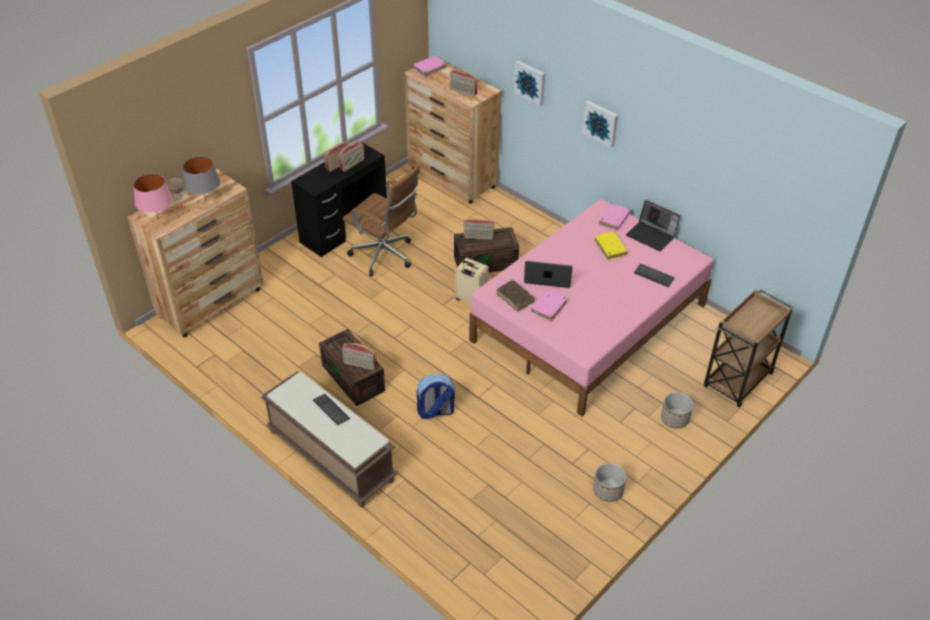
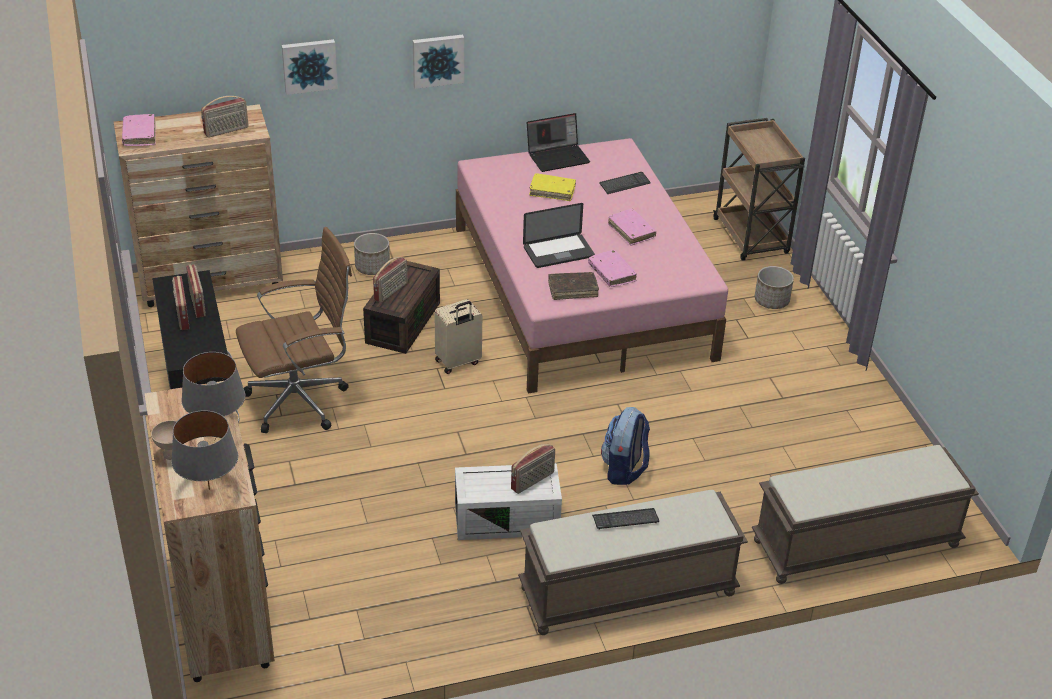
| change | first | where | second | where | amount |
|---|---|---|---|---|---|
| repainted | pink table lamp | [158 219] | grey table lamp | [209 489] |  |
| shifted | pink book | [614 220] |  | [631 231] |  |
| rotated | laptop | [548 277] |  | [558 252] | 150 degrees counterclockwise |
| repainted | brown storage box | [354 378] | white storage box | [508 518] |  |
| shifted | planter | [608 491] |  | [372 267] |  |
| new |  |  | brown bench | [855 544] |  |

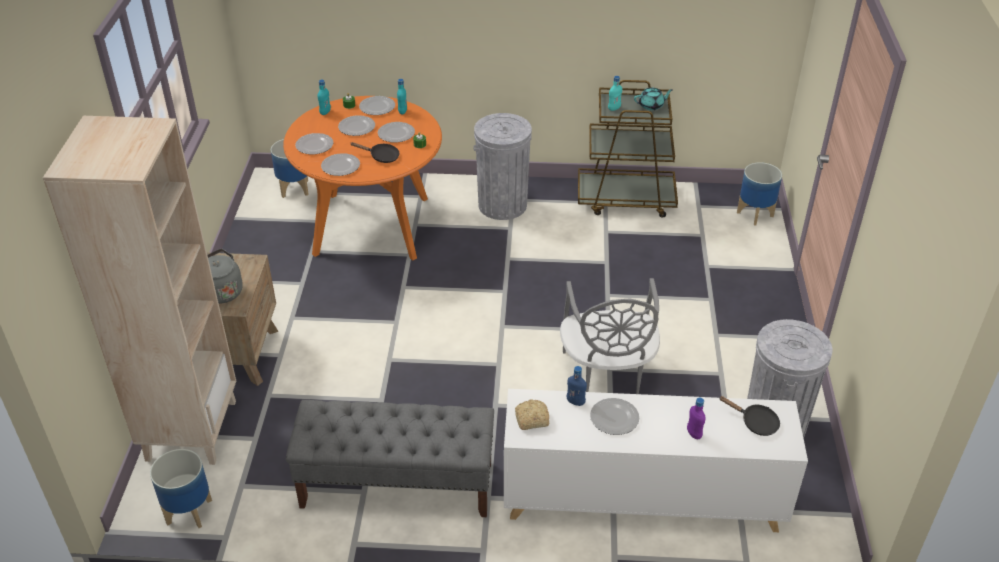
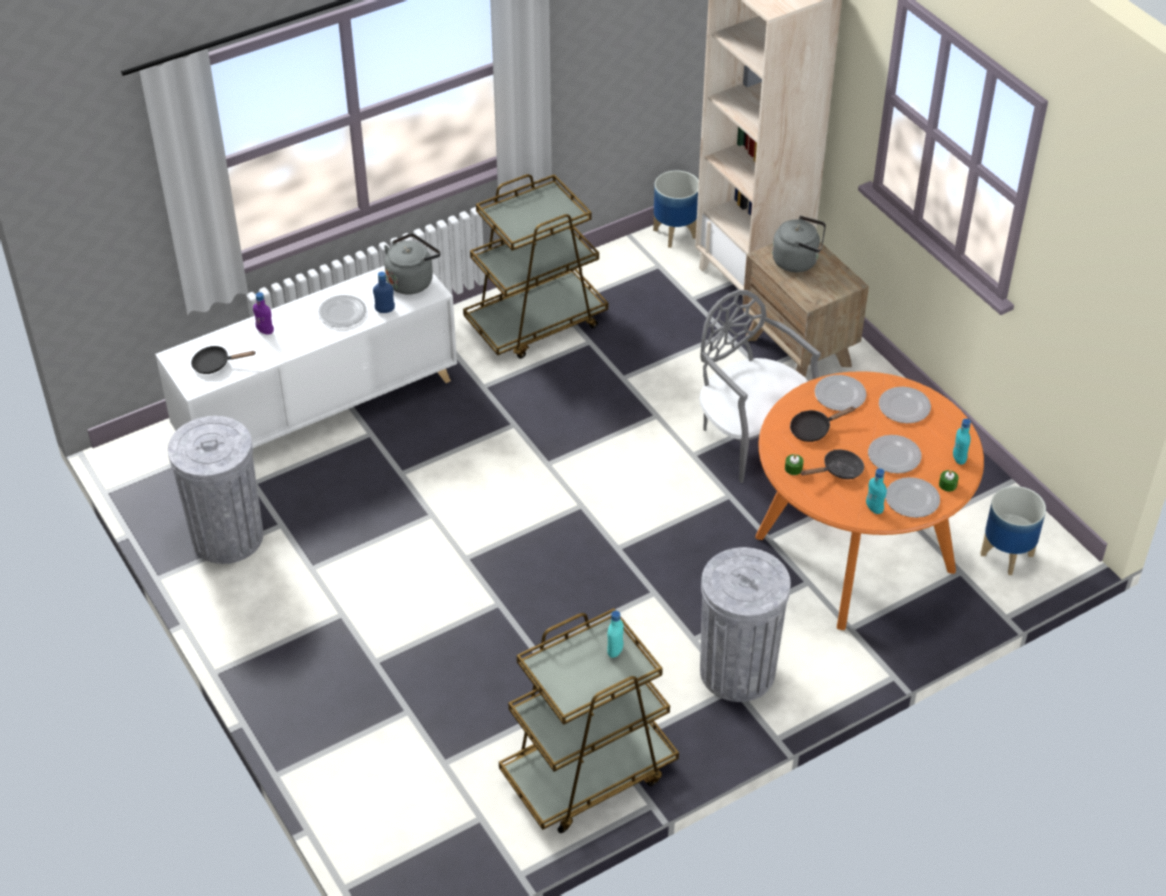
| change | first | where | second | where | amount |
|---|---|---|---|---|---|
| gone | turquoise teapot | [651 105] |  |  |  |
| swapped | plate | [396 133] | black frying pan | [838 471] |  |
| gone | planter | [755 214] |  |  |  |
| shifted | grey chair | [607 374] |  | [750 437] |  |
| swapped | bread | [530 419] | grey kettle | [412 281] |  |
| swapped | grey bench | [396 485] | brown cart | [536 323] |  |

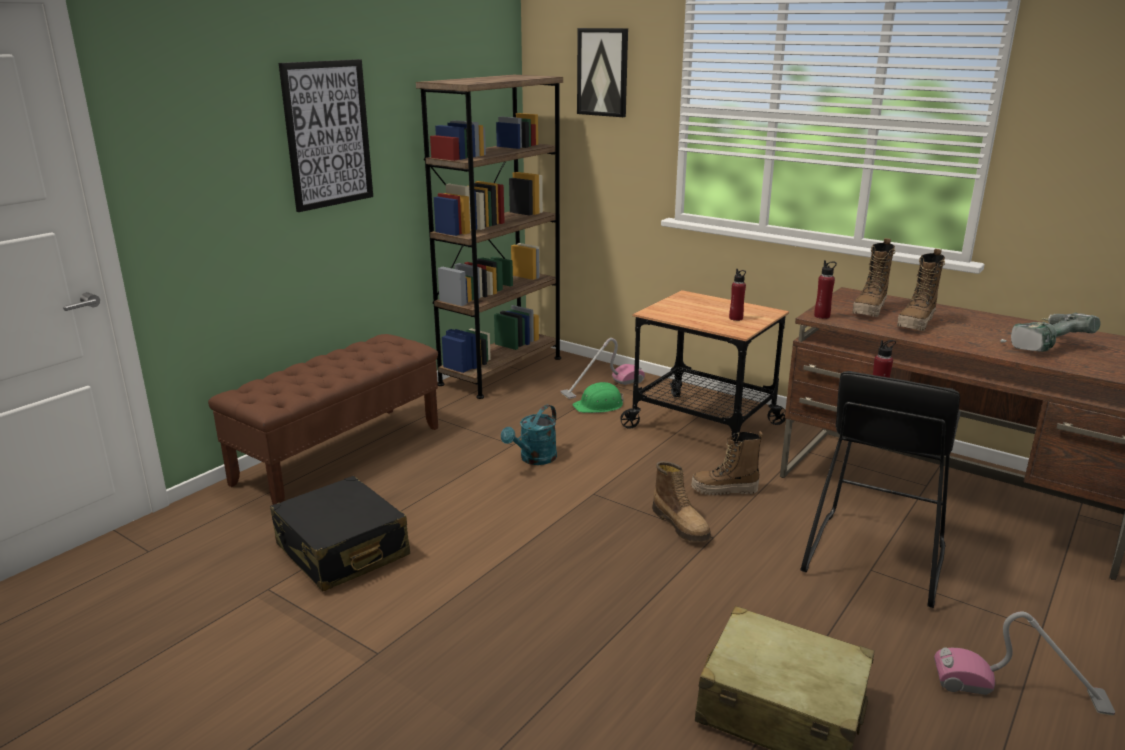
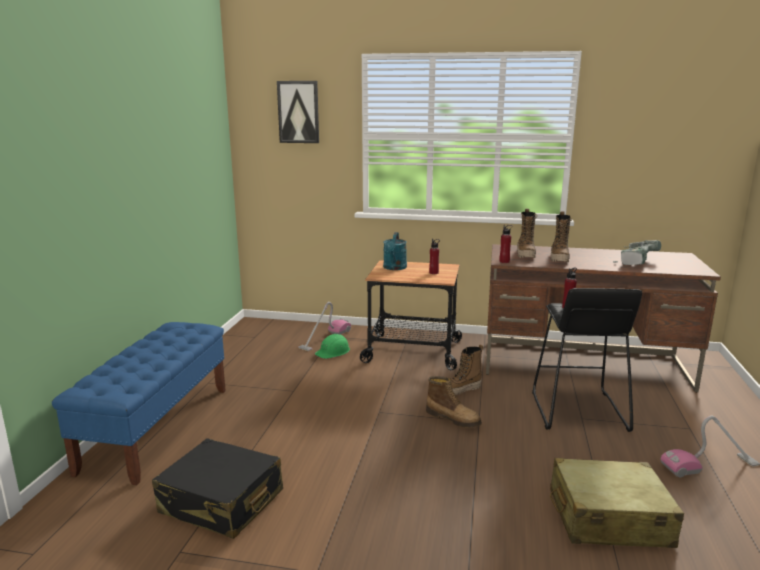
| change | first | where | second | where | amount |
|---|---|---|---|---|---|
| gone | picture | [328 134] |  |  |  |
| gone | brown bookcase | [501 371] |  |  |  |
| repainted | brown bench | [340 454] | blue bench | [158 427] |  |
| shifted | turquoise watering can | [534 459] |  | [394 268] |  |

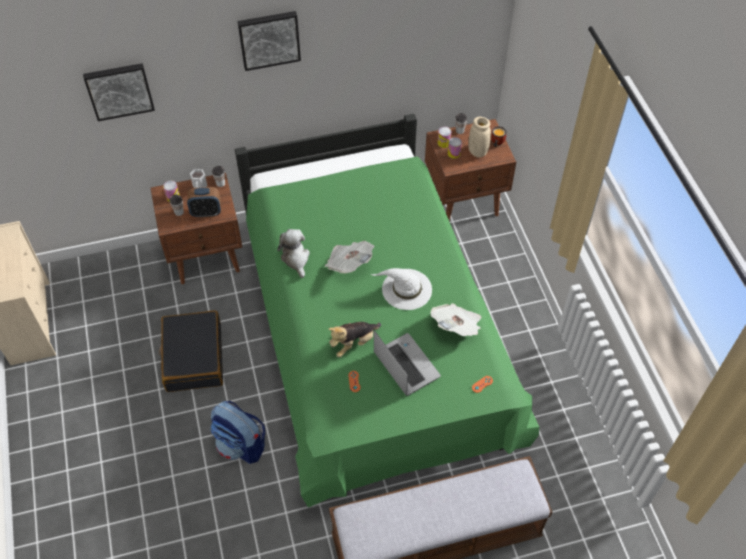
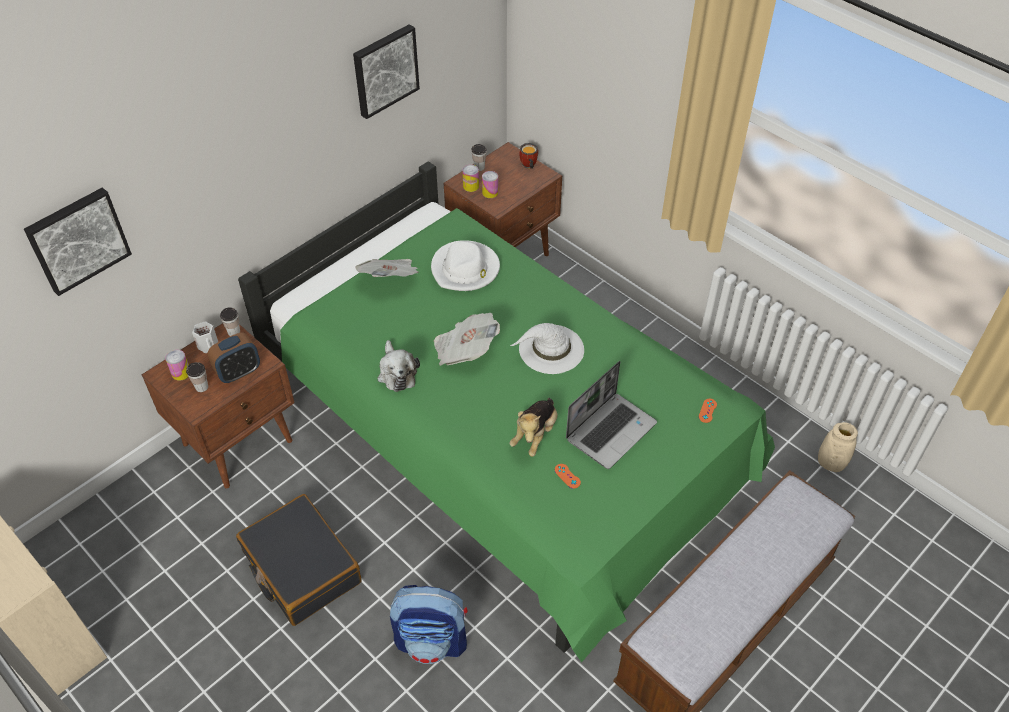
| change | first | where | second | where | amount |
|---|---|---|---|---|---|
| shifted | picture | [269 39] |  | [384 70] |  |
| shifted | beige vase | [477 151] |  | [831 463] |  |
| rotated | plush toy | [295 258] |  | [397 373] | 150 degrees counterclockwise |
| shifted | newspaper | [457 327] |  | [390 279] |  |
| rotated | laptop | [405 365] |  | [611 430] | 105 degrees clockwise |
| new |  |  | white hat | [465 269] |  |

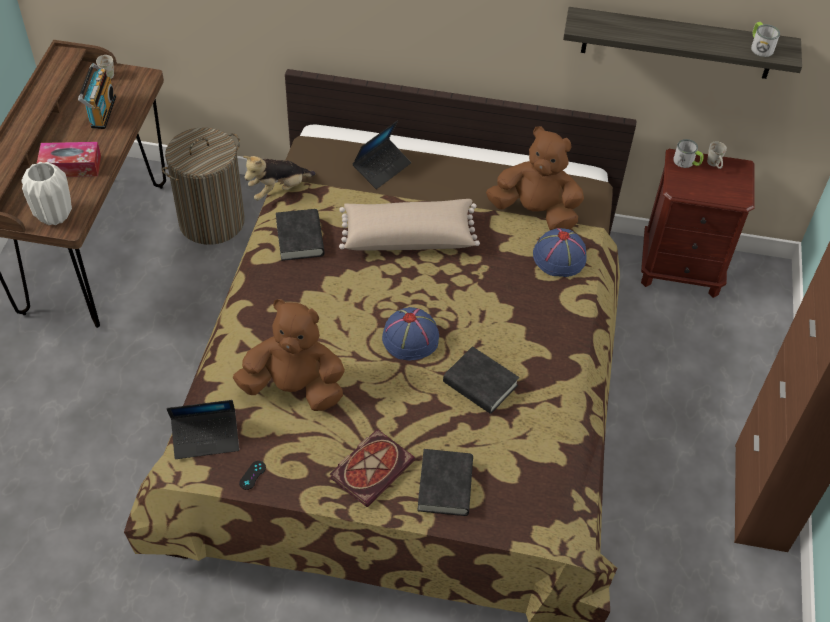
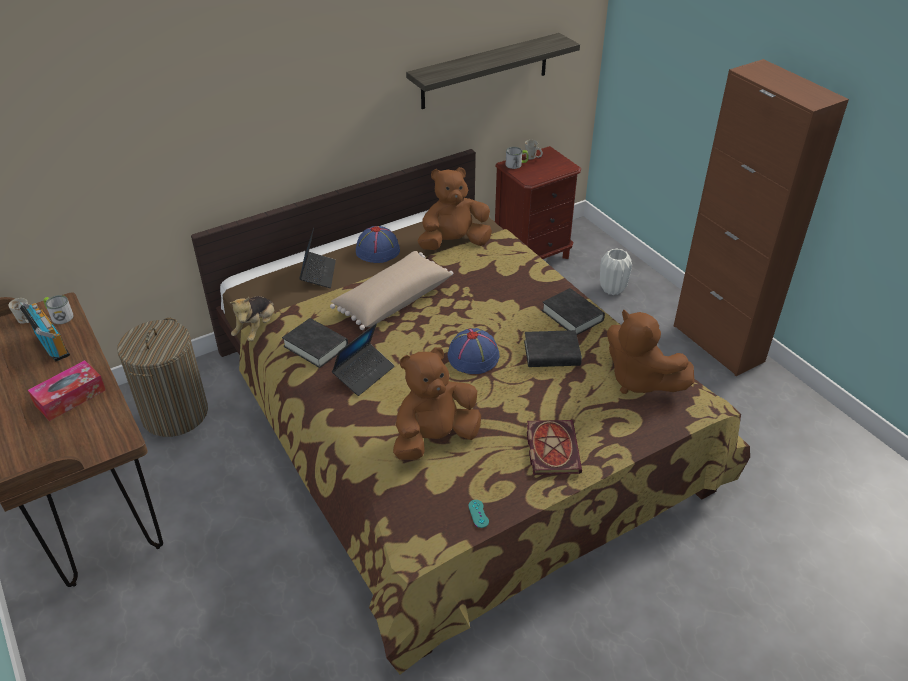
| change | first | where | second | where | amount |
|---|---|---|---|---|---|
| shifted | mug | [760 46] |  | [59 316] |  |
| shifted | white vase | [54 216] |  | [612 289] |  |
| shifted | blue hat | [559 257] |  | [378 250] |  |
| shifted | laptop | [206 438] |  | [364 373] |  |
| shifted | black book | [445 486] |  | [572 315] |  |
| repainted | black game controller | [252 475] | turquoise game controller | [478 514] |  |
| new |  |  | brown plush toy | [639 380] |  |

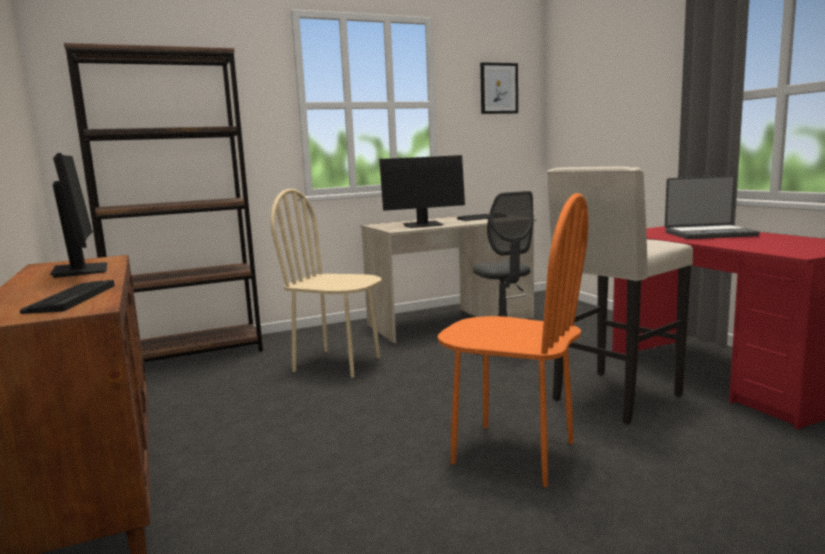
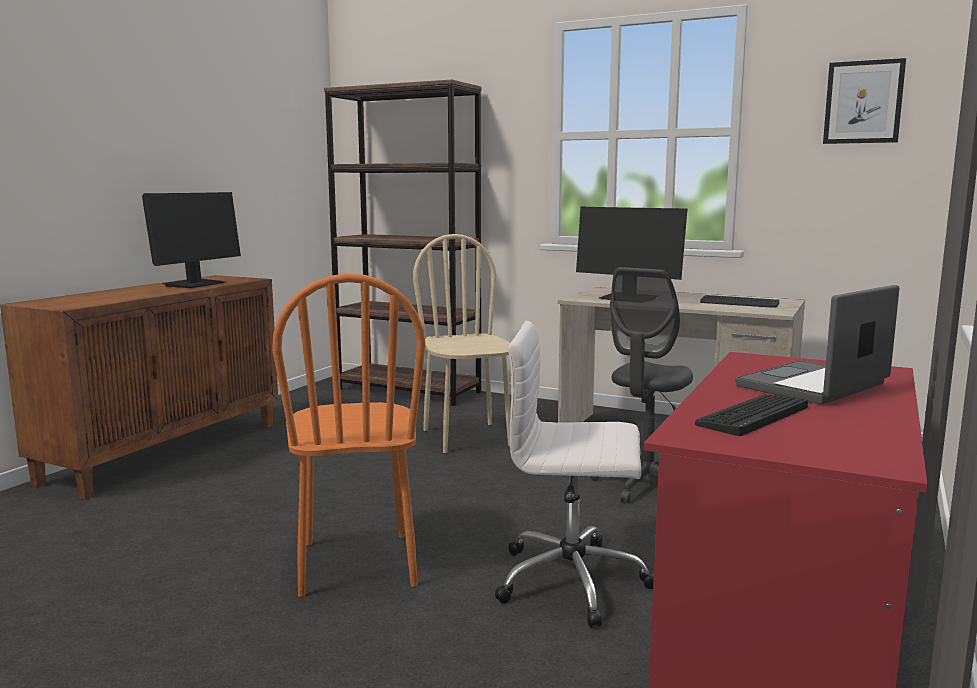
| change | first | where | second | where | amount |
|---|---|---|---|---|---|
| swapped | beige stool | [613 398] | white office chair | [574 581] |  |
| rotated | laptop | [709 234] |  | [814 386] | 90 degrees clockwise |
| shifted | keyboard | [70 298] |  | [752 415] |  |

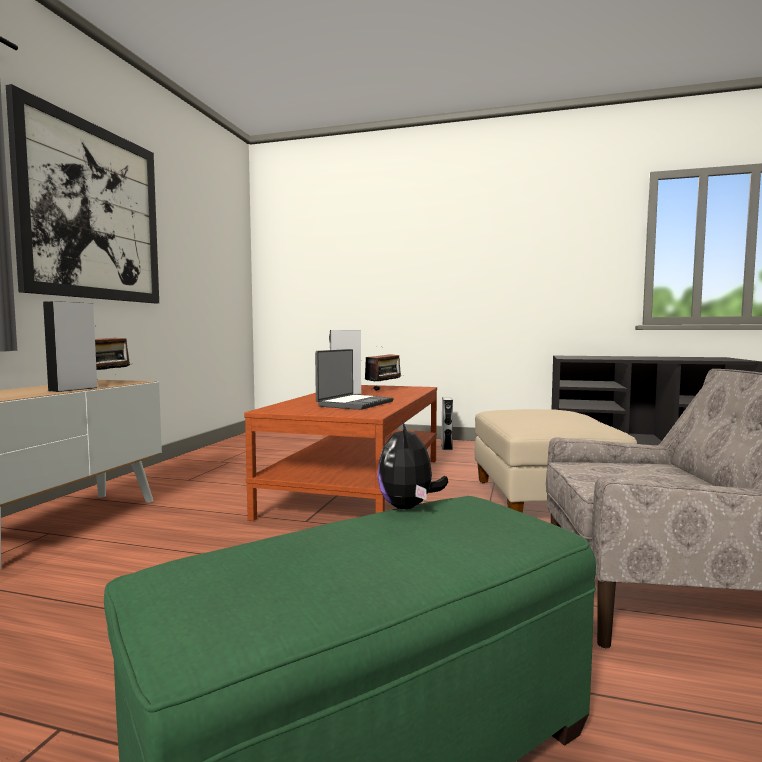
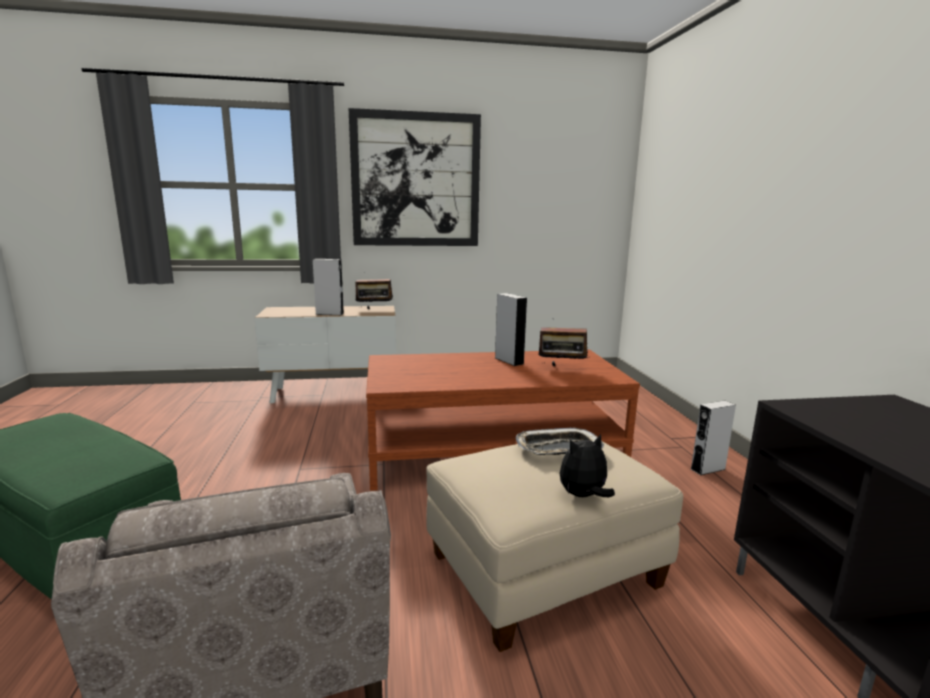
| change | first | where | second | where | amount |
|---|---|---|---|---|---|
| gone | laptop | [354 404] |  |  |  |
| shifted | plush toy | [408 507] |  | [583 496] |  |
| new |  |  | tray | [558 448] |  |

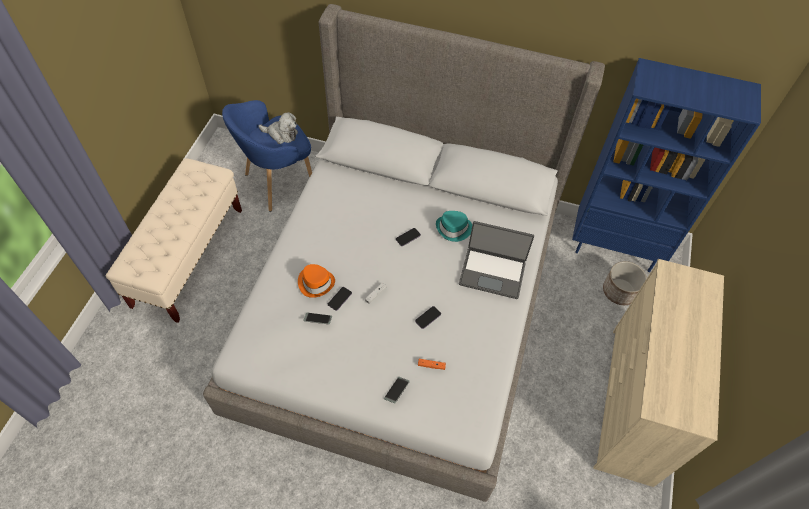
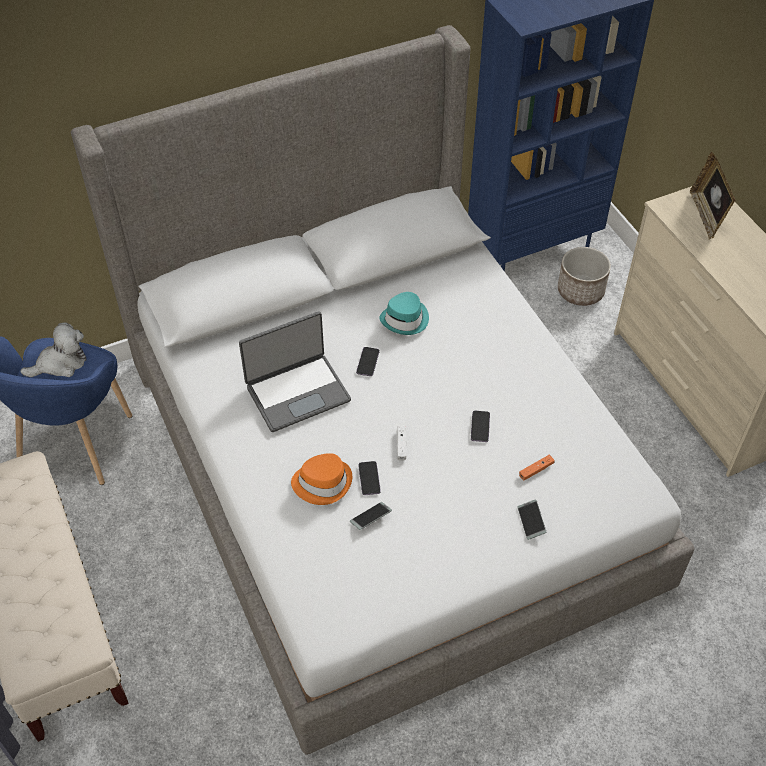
| change | first | where | second | where | amount |
|---|---|---|---|---|---|
| shifted | laptop | [492 272] |  | [297 392] |  |
| new |  |  | picture frame | [706 215] |  |

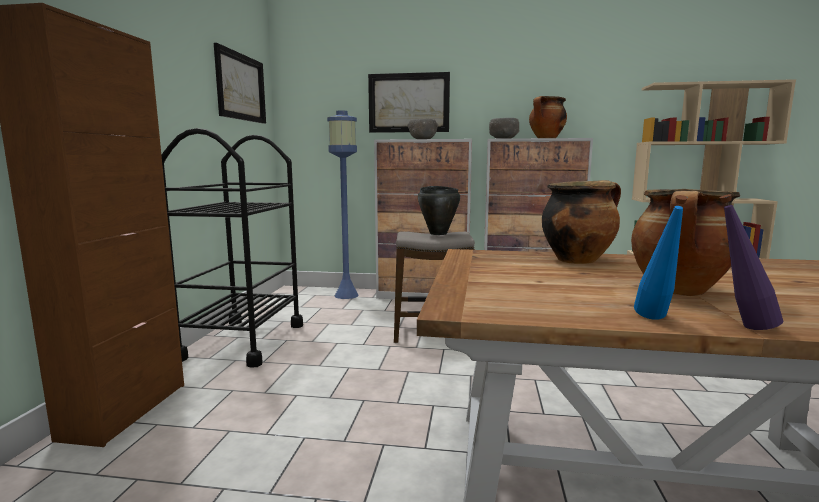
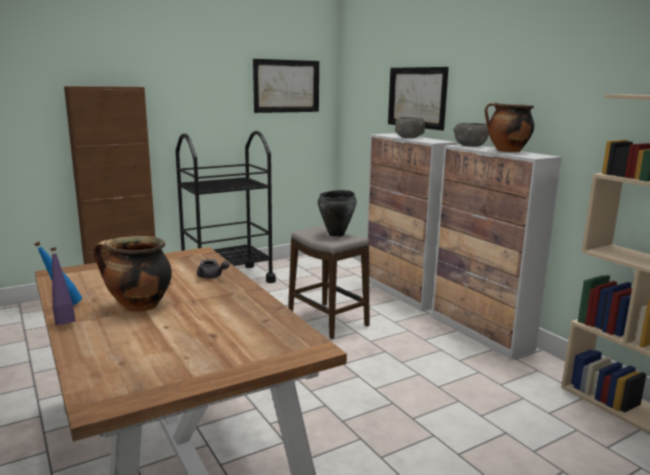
| change | first | where | second | where | amount |
|---|---|---|---|---|---|
| gone | blue floor lamp | [346 295] |  |  |  |
| swapped | cooking pot | [577 260] | grey teapot | [212 277] |  |

